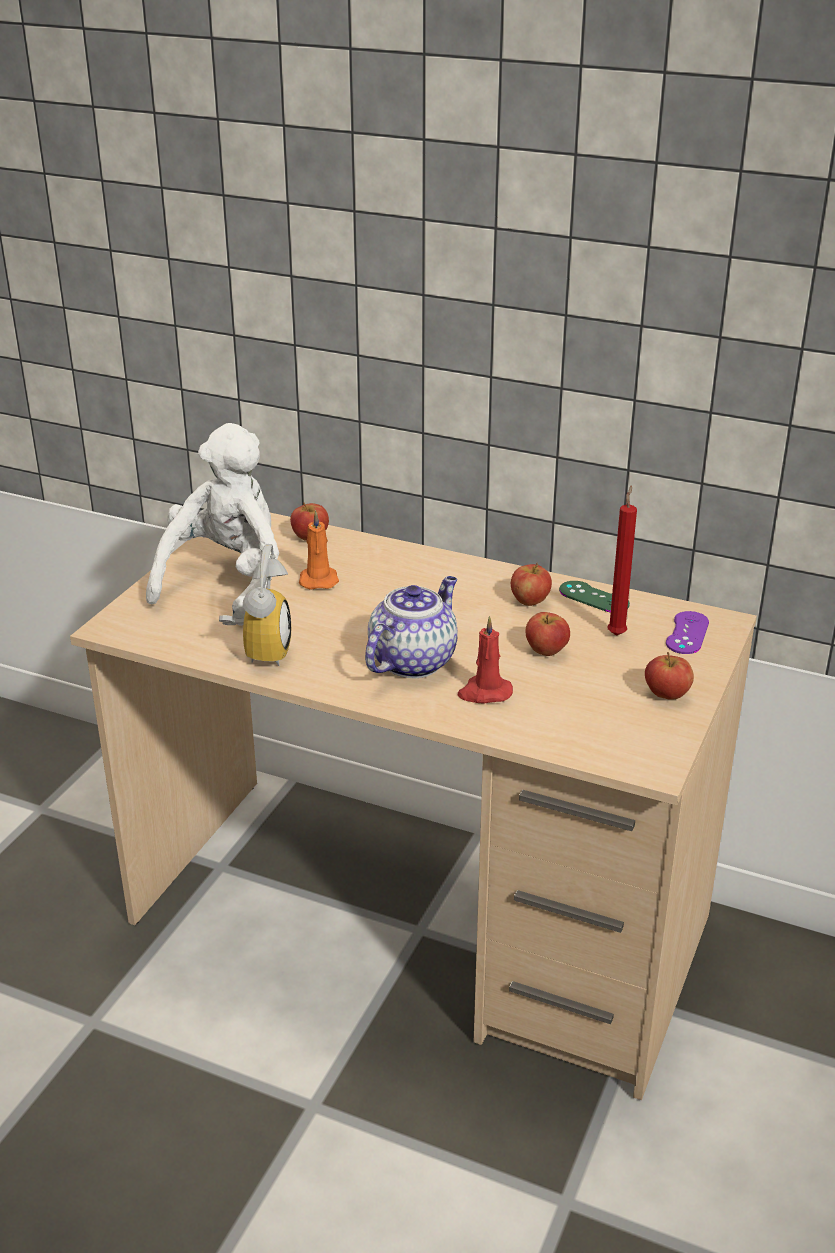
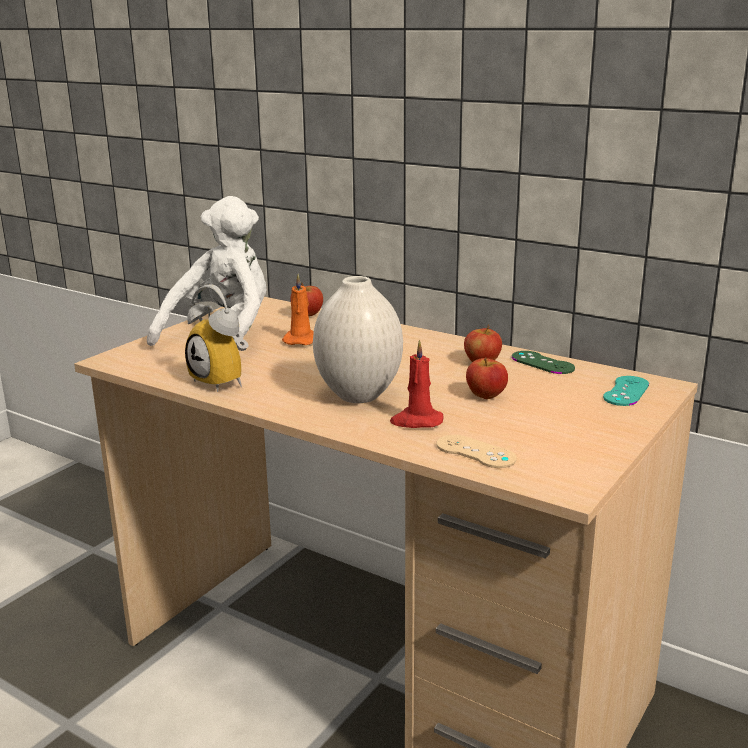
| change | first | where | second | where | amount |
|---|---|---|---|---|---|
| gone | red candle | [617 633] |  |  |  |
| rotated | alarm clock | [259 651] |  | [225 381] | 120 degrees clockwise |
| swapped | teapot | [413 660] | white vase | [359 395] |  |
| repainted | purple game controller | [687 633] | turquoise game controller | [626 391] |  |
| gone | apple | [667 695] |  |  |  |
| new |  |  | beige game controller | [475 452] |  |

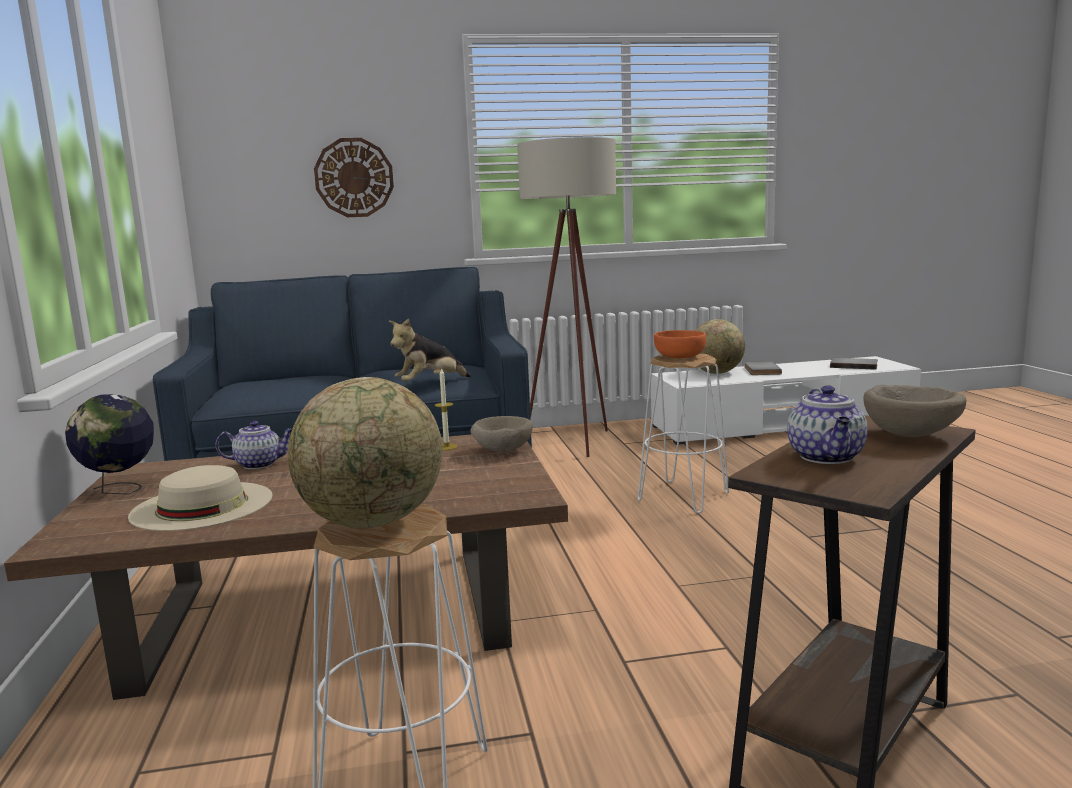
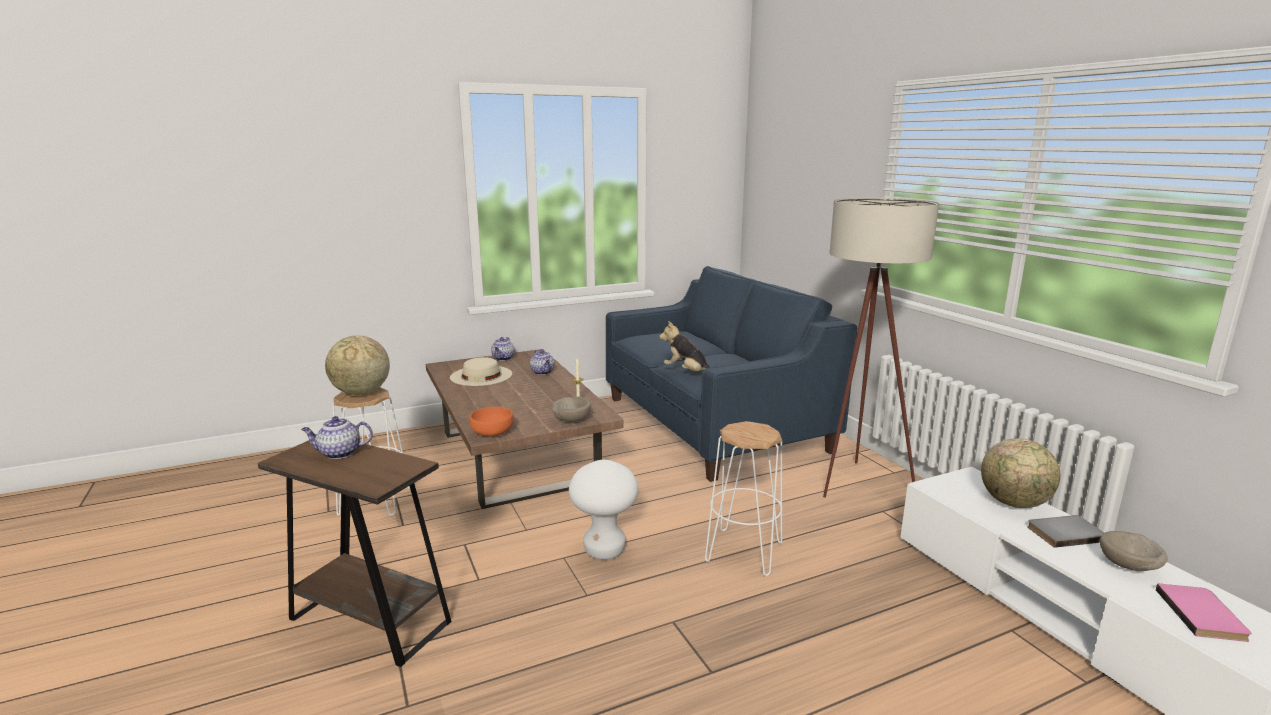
| change | first | where | second | where | amount |
|---|---|---|---|---|---|
| gone | wall clock | [354 178] |  |  |  |
| shifted | orange bowl | [679 357] |  | [491 432] |  |
| repainted | grey book | [854 365] | pink book | [1203 615] |  |
| shifted | beige bowl | [912 435] |  | [1129 567] |  |
| swapped | globe | [120 491] | teapot | [503 358] |  |
| new |  |  | white stool | [604 550] |  |

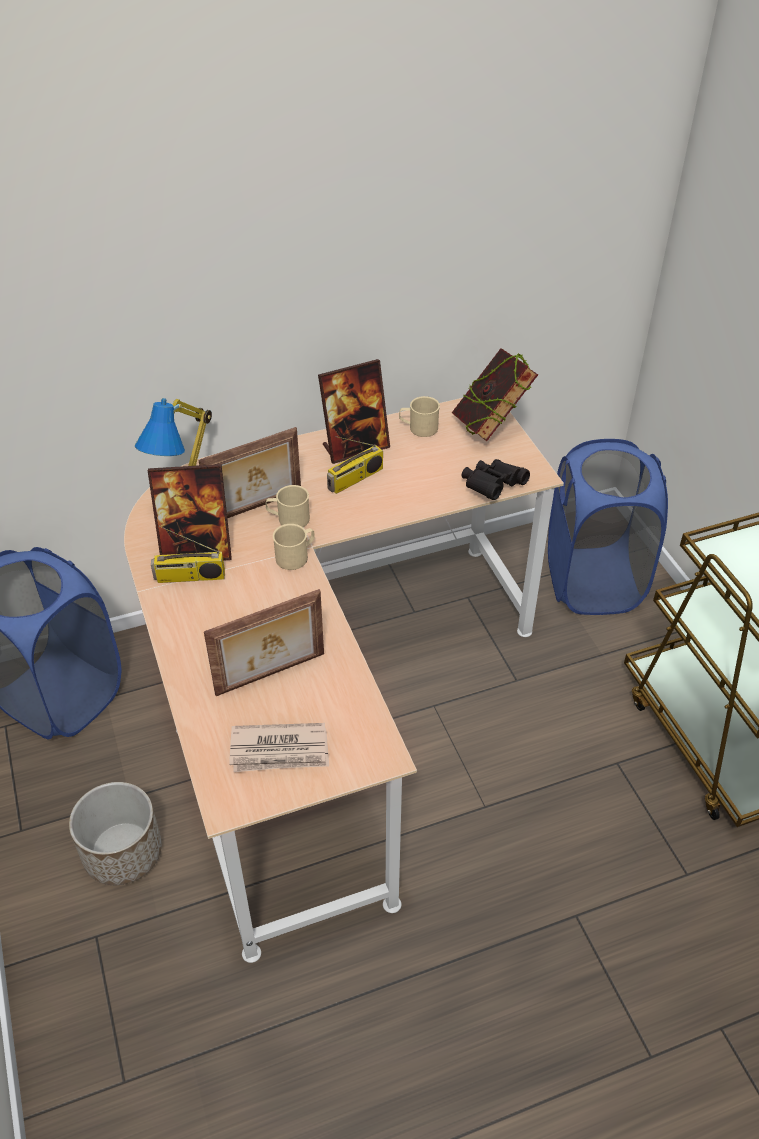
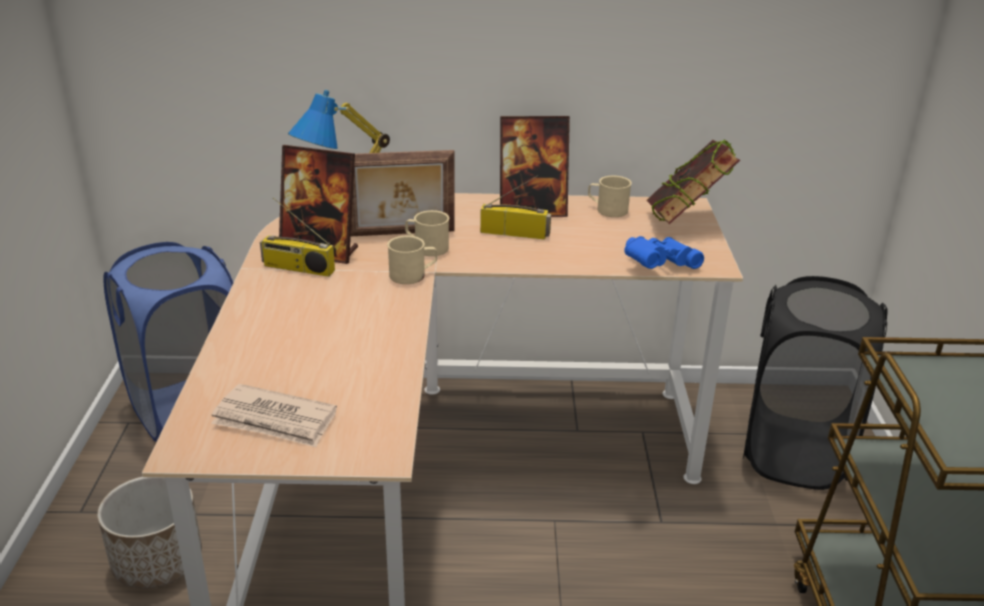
| change | first | where | second | where | amount |
|---|---|---|---|---|---|
| rotated | radio | [355 479] |  | [515 233] | 150 degrees counterclockwise |
| repainted | blue laundry basket | [593 582] | black laundry basket | [795 452] |  |
| repainted | black binoculars | [492 487] | blue binoculars | [658 265] |  |
| gone | picture frame | [271 675] |  |  |  |

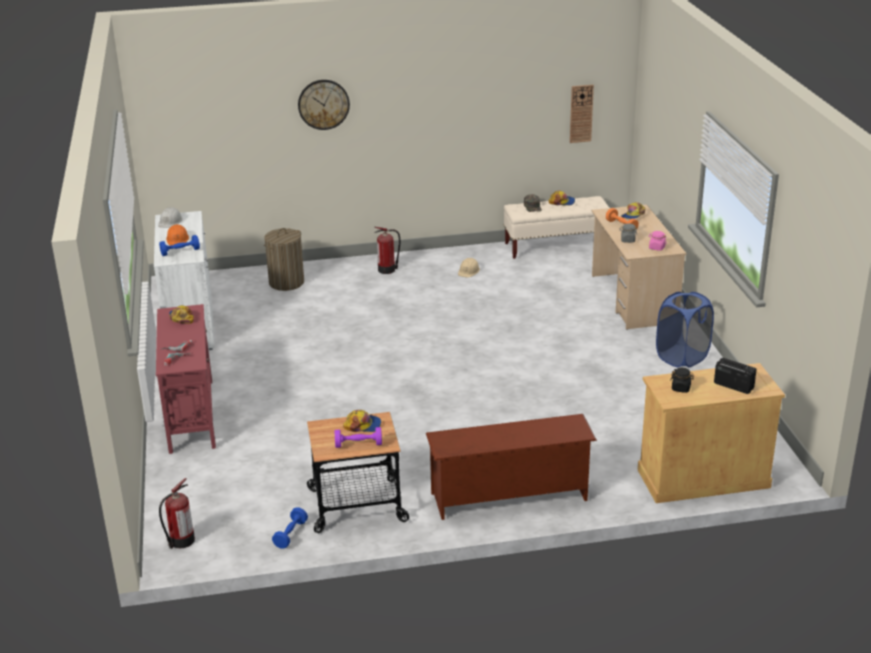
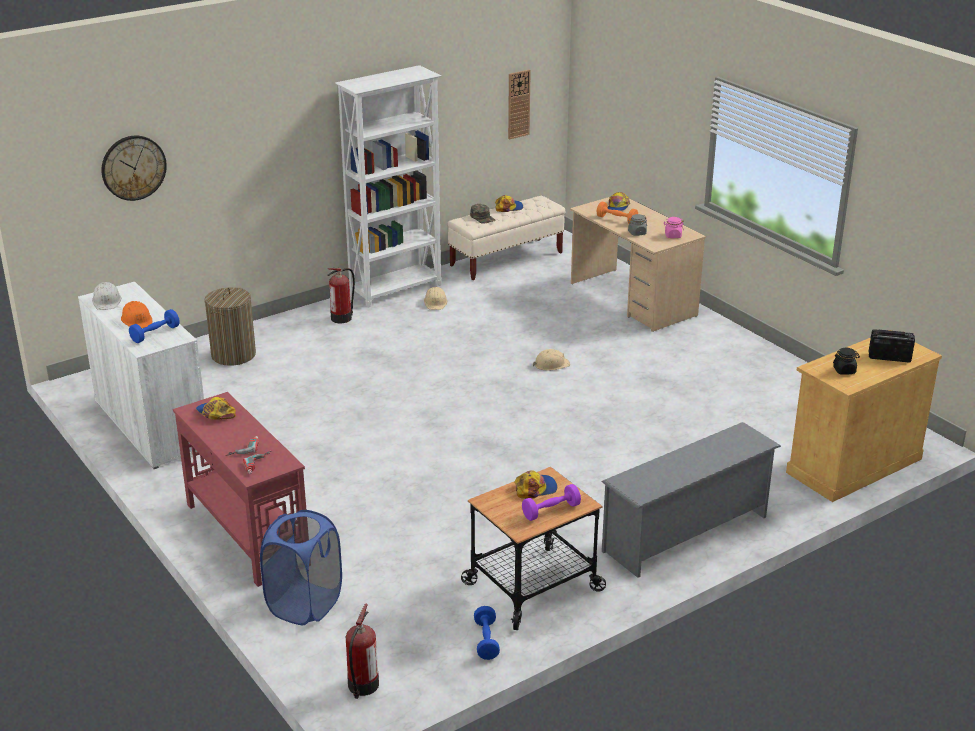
| change | first | where | second | where | amount |
|---|---|---|---|---|---|
| shifted | wall clock | [323 104] |  | [133 167] |  |
| shifted | blue laundry basket | [682 357] |  | [305 605] |  |
| repainted | brown shoe rack | [509 498] | grey shoe rack | [687 535] |  |
| new |  |  | white bookcase | [397 290] |  |
| new |  |  | beige hard hat | [551 364] |  |

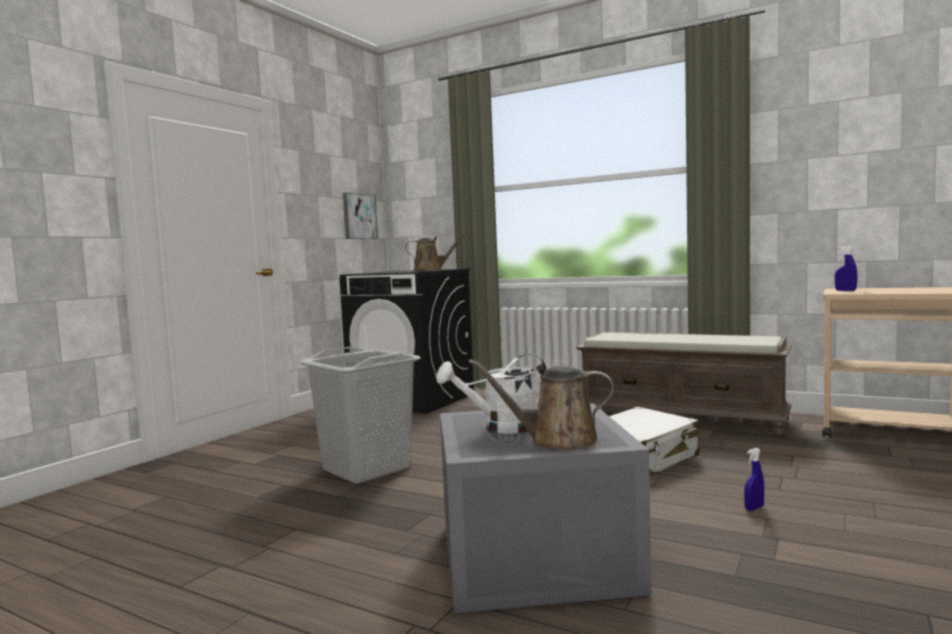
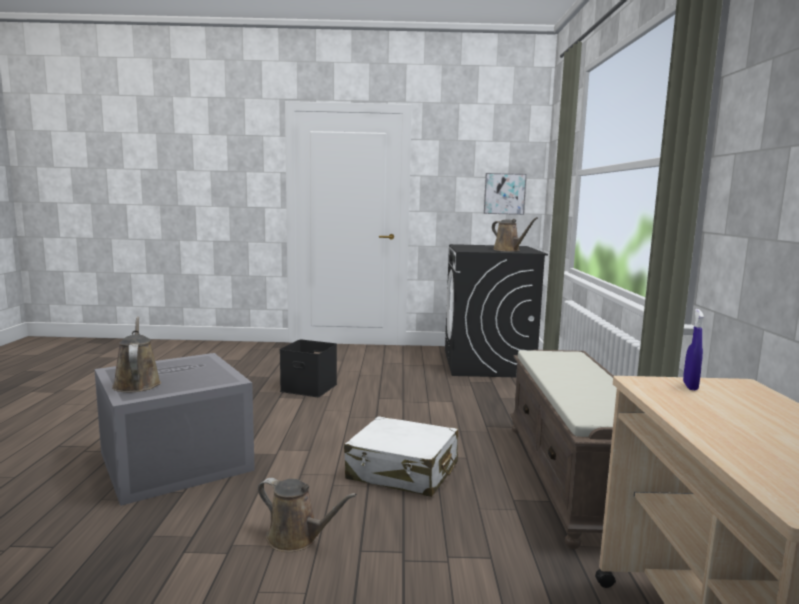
| change | first | where | second | where | amount |
|---|---|---|---|---|---|
| swapped | grey laundry basket | [367 468] | black storage box | [310 387] |  |
| gone | white watering can | [501 428] |  |  |  |
| swapped | blue spray bottle | [754 508] | brown watering can | [297 538] |  |

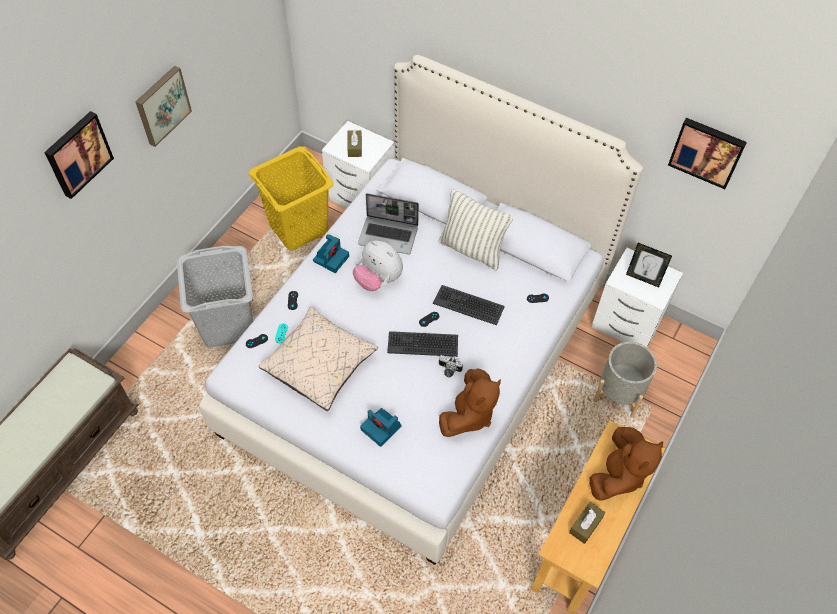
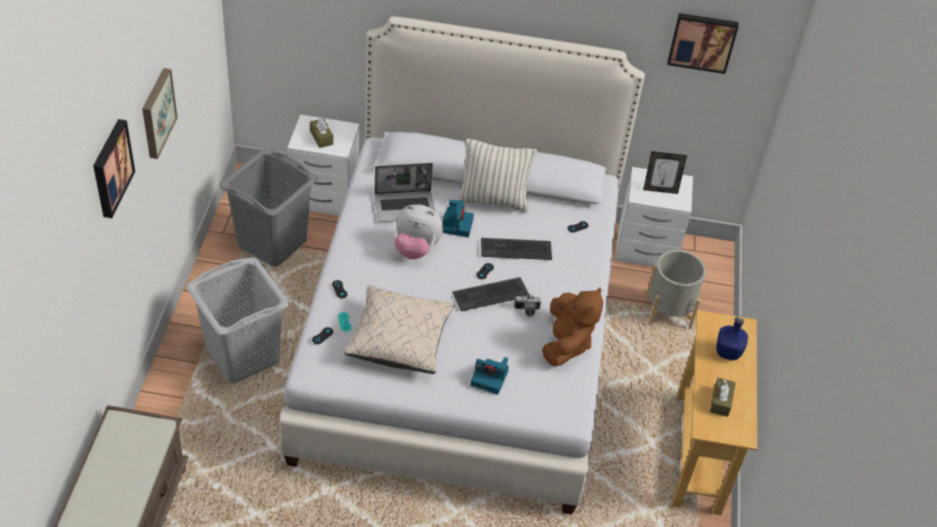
| change | first | where | second | where | amount |
|---|---|---|---|---|---|
| repainted | yellow laundry basket | [298 227] | grey laundry basket | [271 243] |  |
| shifted | photo camera | [331 258] |  | [456 225] |  |
| swapped | brown plush toy | [618 475] | blue bottle | [728 352] |  |

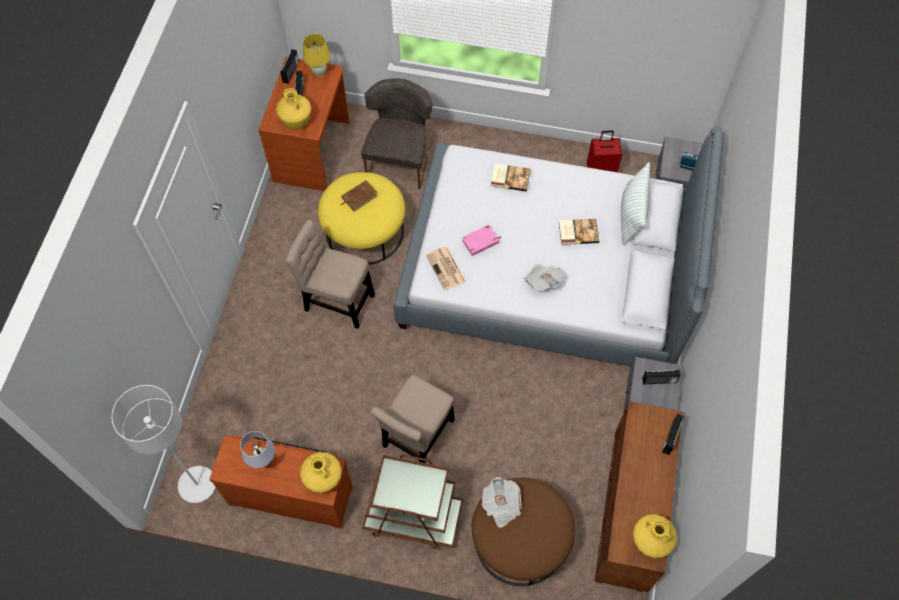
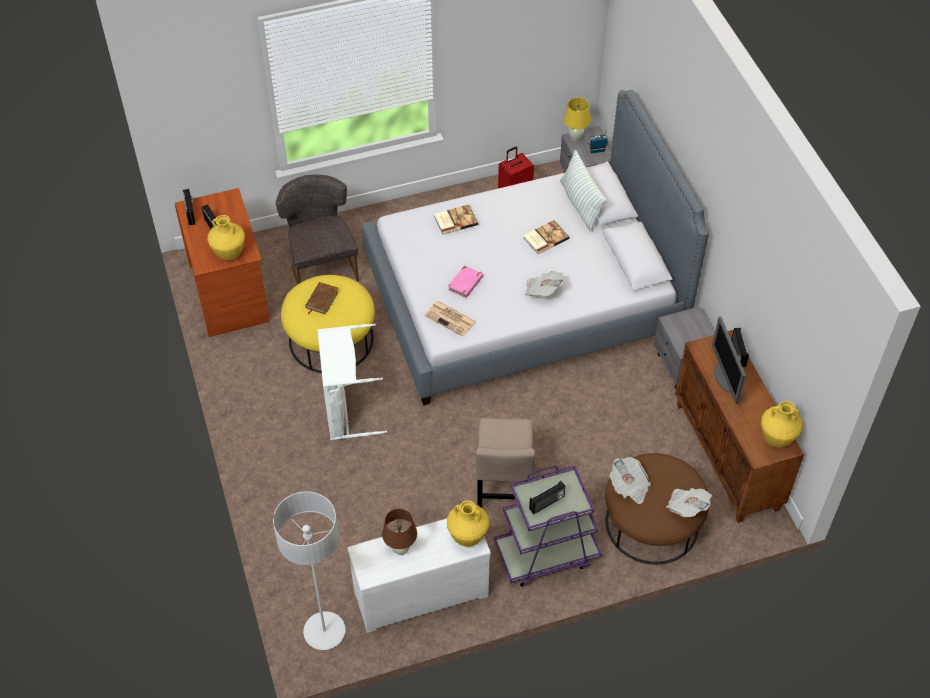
| change | first | where | second | where | amount |
|---|---|---|---|---|---|
| shifted | yellow table lamp | [319 73] |  | [575 138] |  |
| swapped | beige chair | [336 300] | white laundry basket | [346 410] |  |
| shifted | radio | [659 381] |  | [547 503] |  |
| repainted | white table lamp | [263 461] | brown table lamp | [400 549] |  |
| repainted | brown dresser | [291 492] | white dresser | [420 591] |  |
| repainted | brown cart | [413 517] | purple cart | [546 553] |  |
| new |  |  | monitor | [724 378] |  |
| new |  |  | newspaper | [687 507] |  |

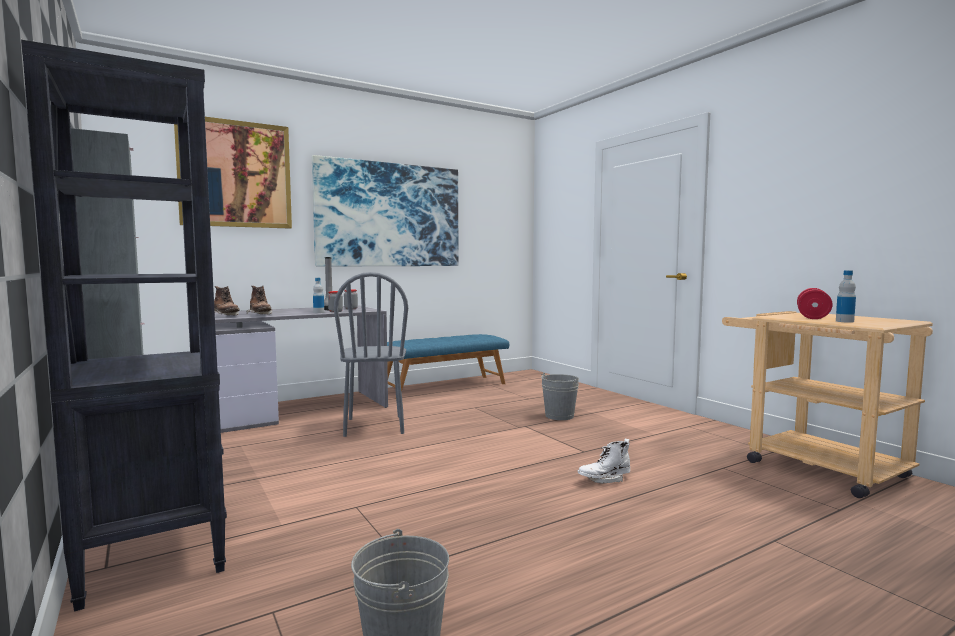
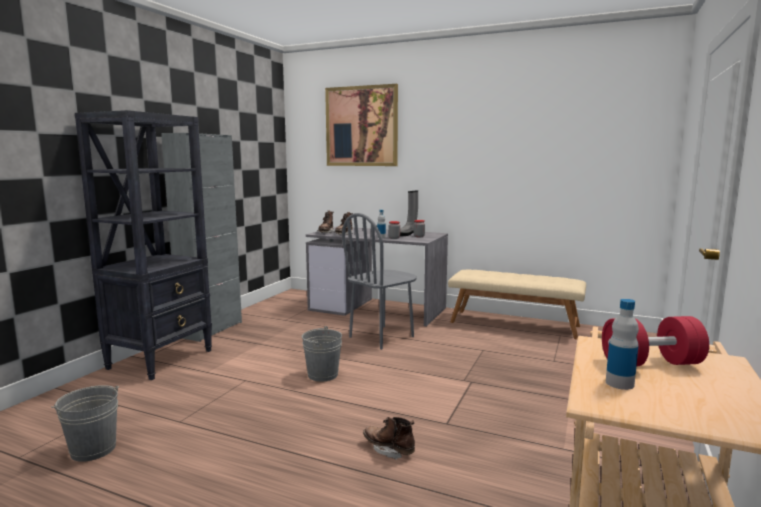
| change | first | where | second | where | amount |
|---|---|---|---|---|---|
| gone | picture | [389 215] |  |  |  |
| repainted | blue bench | [444 387] | beige bench | [514 324] |  |
| shifted | grey bucket | [559 416] |  | [323 374] |  |
| repainted | white boot | [604 479] | brown boot | [388 449] |  |

